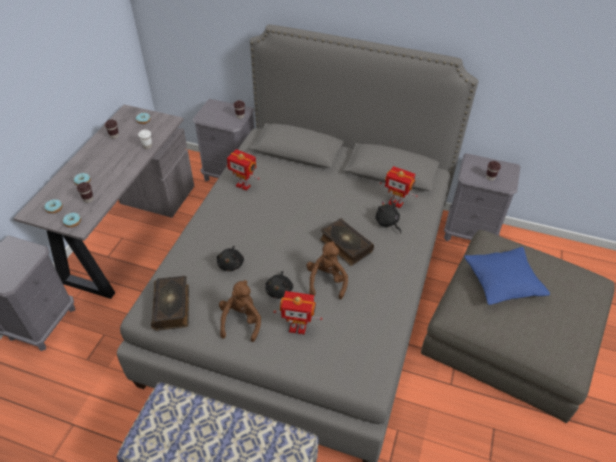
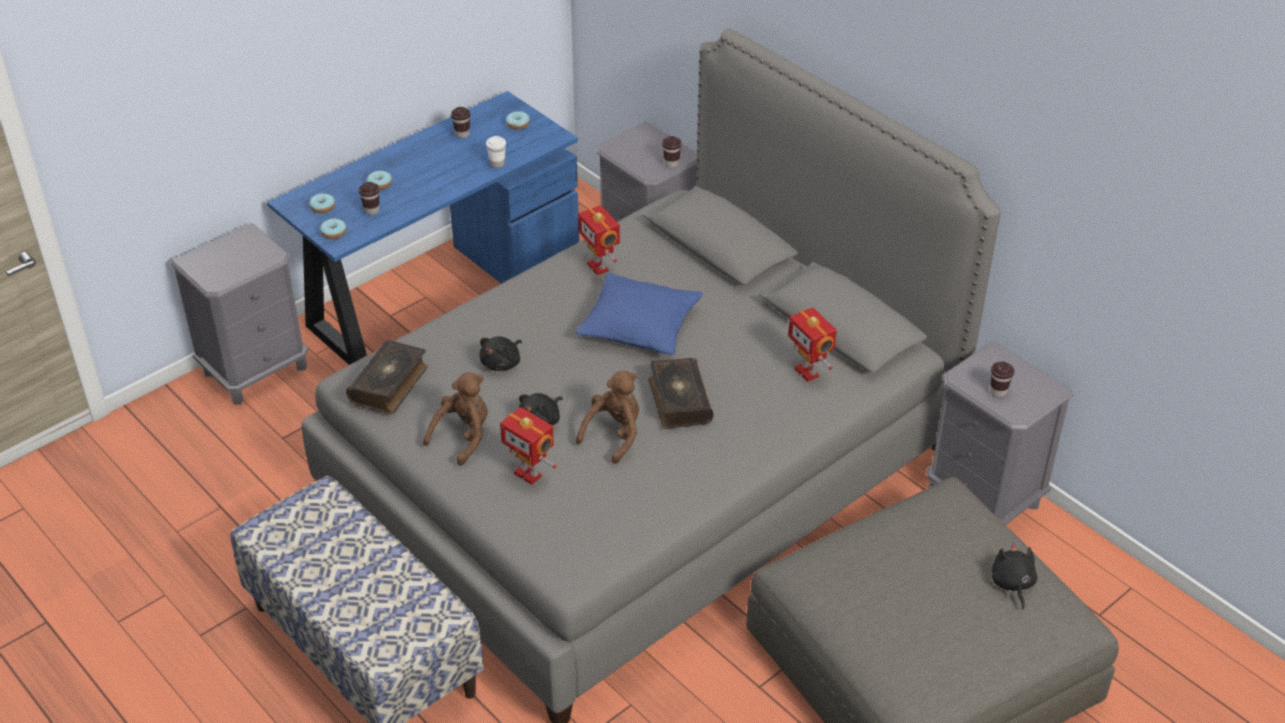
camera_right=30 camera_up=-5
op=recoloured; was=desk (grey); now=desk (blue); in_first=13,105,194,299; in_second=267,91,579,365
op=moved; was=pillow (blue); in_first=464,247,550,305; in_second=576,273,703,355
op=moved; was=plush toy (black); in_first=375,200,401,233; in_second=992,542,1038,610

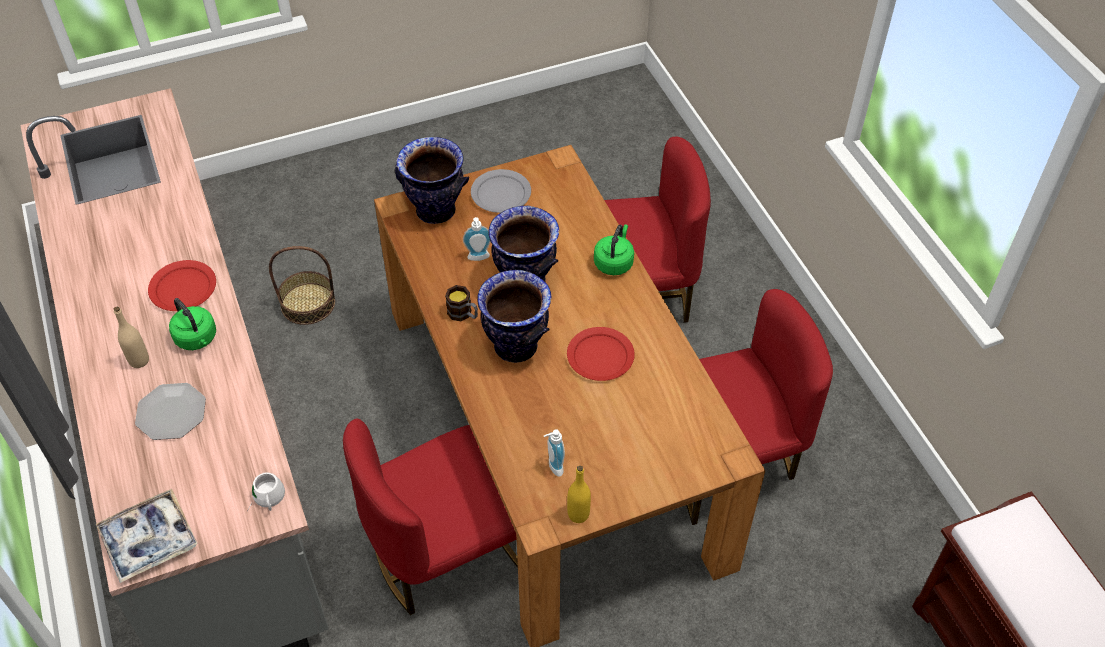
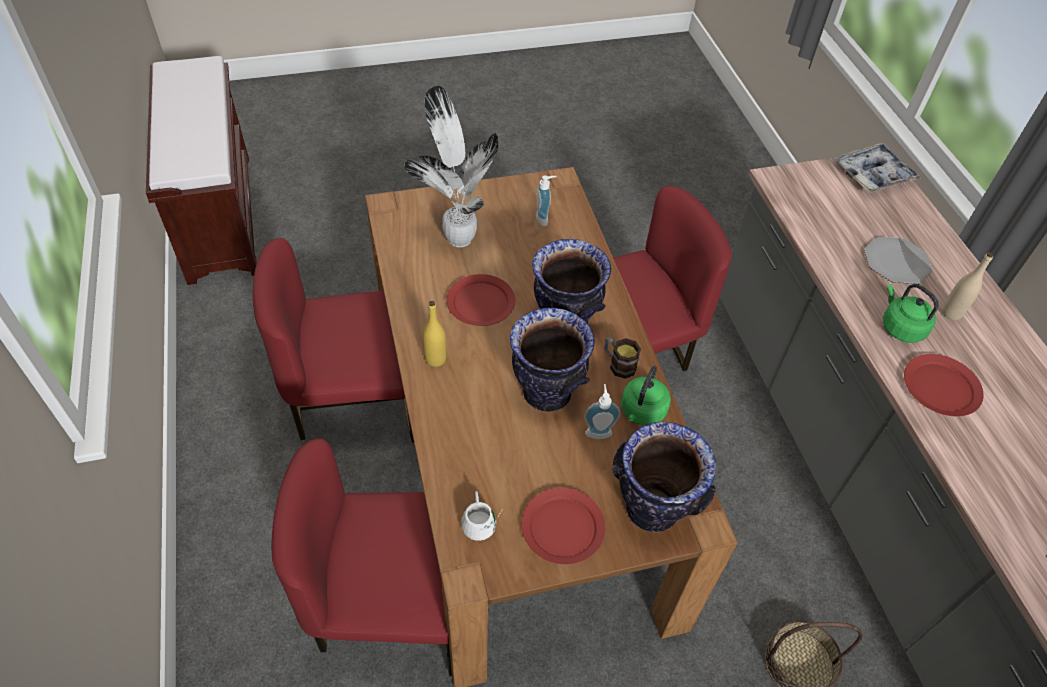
camera_right=-175 camera_up=0
op=added; now=potted plant; in_second=404,86,499,247
op=moved; was=bottle (yellow); in_first=567,466,591,523; in_second=423,301,447,367
op=moved; was=mug (white); in_first=247,472,285,511; in_second=461,491,500,541
op=recoloured; was=plate (grey); now=plate (red); in_first=471,169,531,213; in_second=522,488,605,565
op=moved; was=kettle (green); in_first=594,224,634,275; in_second=621,366,671,425

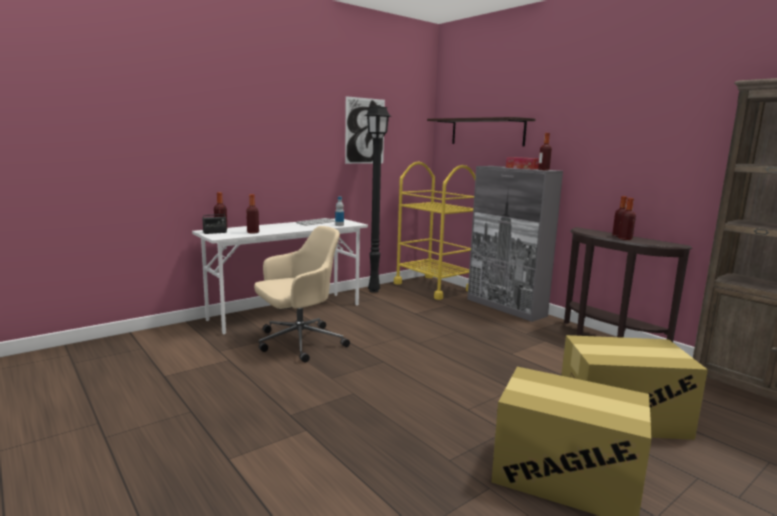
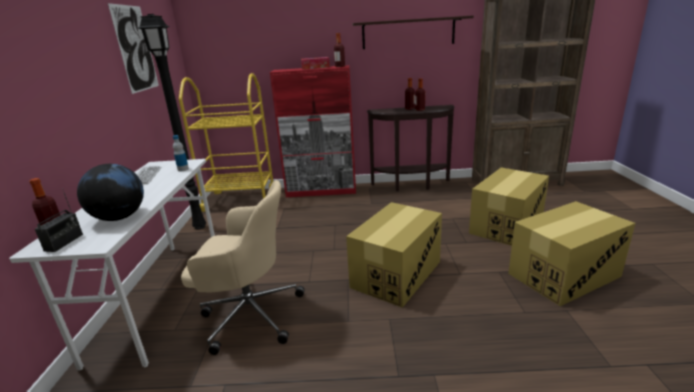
camera_right=-50 camera_up=10
op=replaced; was=bottle; now=globe; in_first=246,194,259,233; in_second=77,164,144,221
op=turned; was=office chair (beige); in_first=254,226,350,363; in_second=181,180,305,355; clockwise=90
op=recoloured; was=cabinet (grey); now=cabinet (red); in_first=467,166,563,322; in_second=270,65,356,197
op=added; now=cardboard box; in_second=346,202,442,308
op=moved; was=shelf; in_first=427,117,536,146; in_second=353,15,474,49

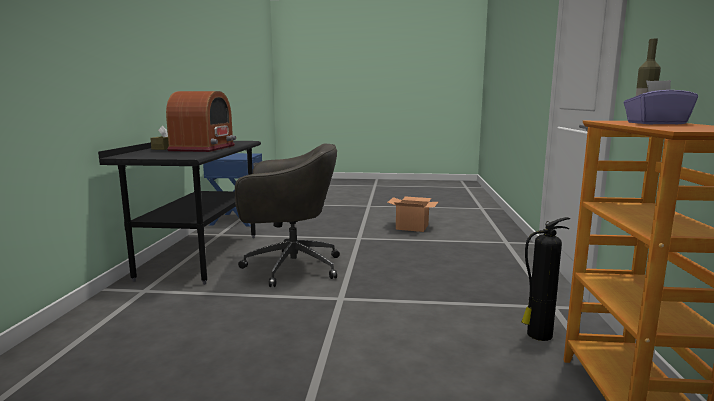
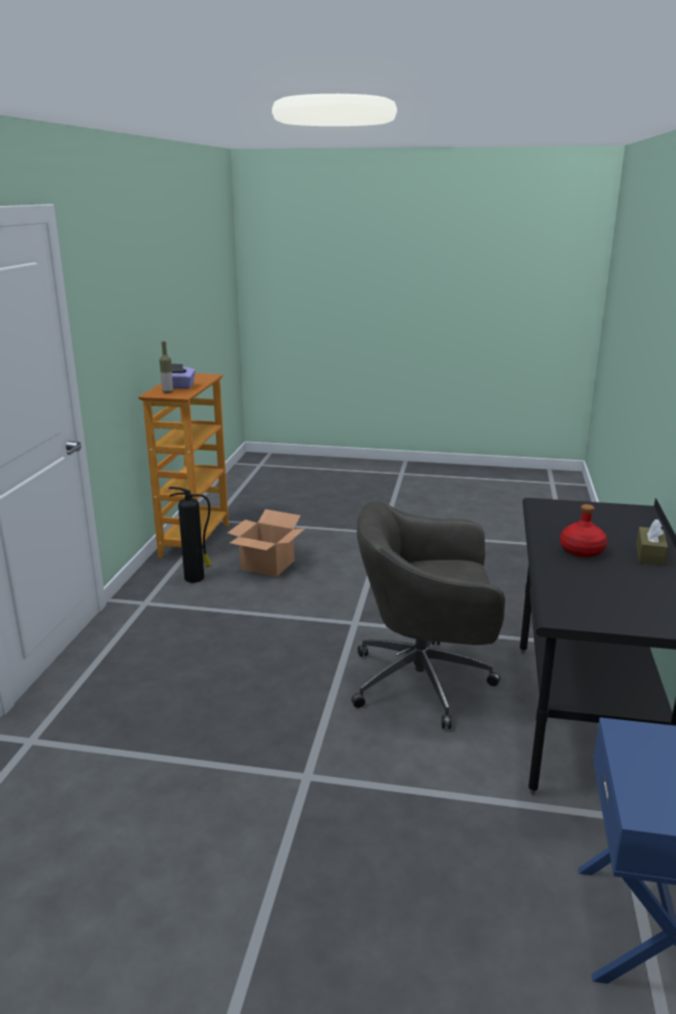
camera_right=-175 camera_up=10
op=moved; was=cardboard box; in_first=387,197,438,232; in_second=227,509,305,577
op=replaced; was=radio; now=bottle (red); in_first=166,91,236,152; in_second=560,504,607,557

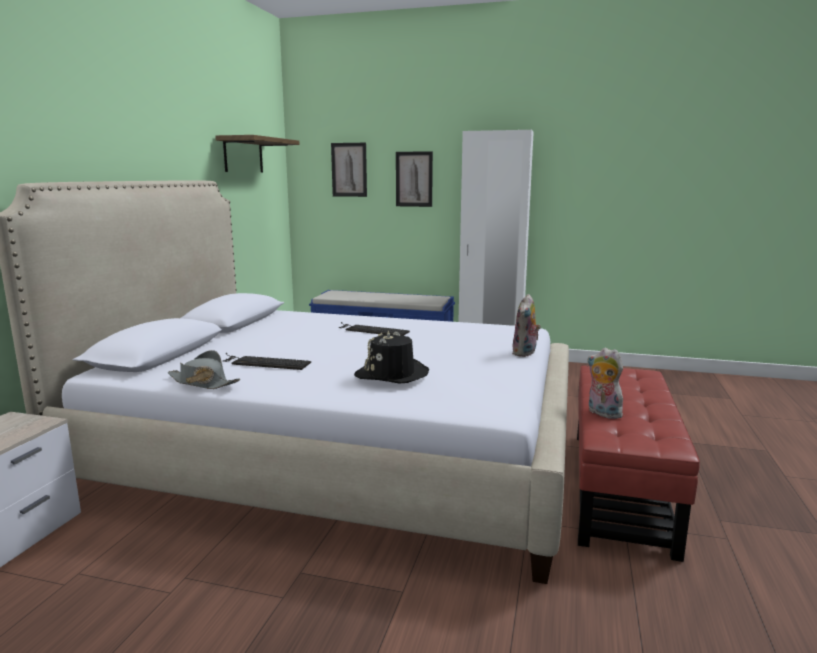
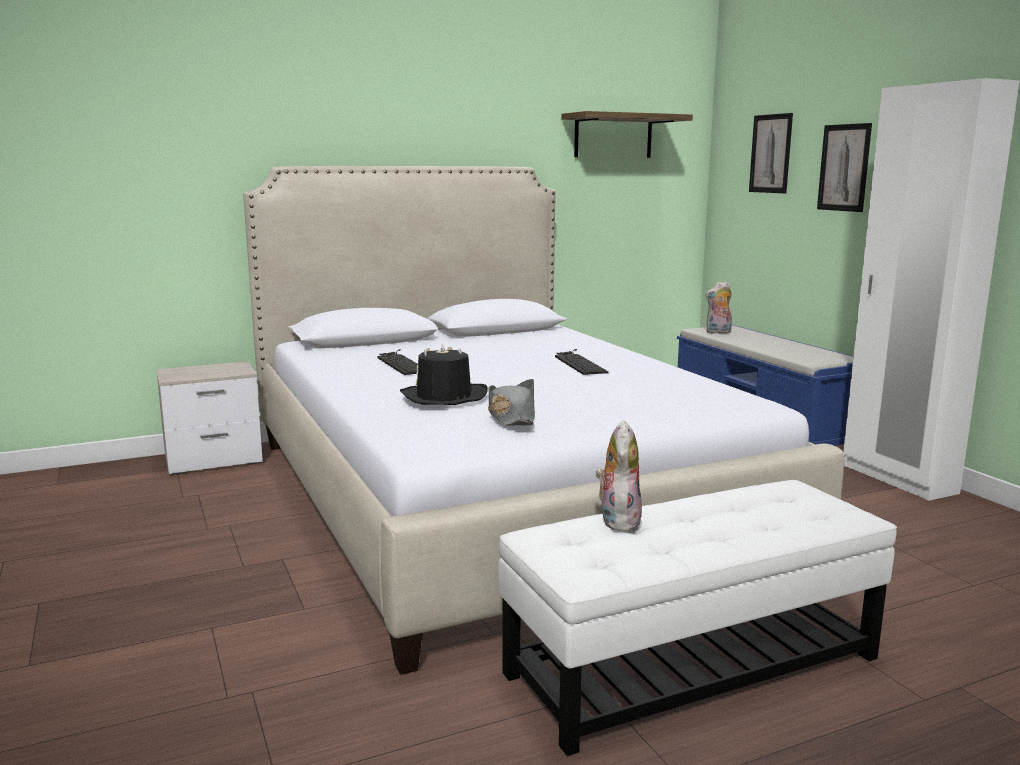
camera_right=50 camera_up=0
op=moved; was=hat (grey); in_first=168,350,240,389; in_second=488,379,535,426
op=recoloured; was=ottoman (red); now=ottoman (white); in_first=577,365,700,562; in_second=498,480,897,756
op=moved; was=plush toy; in_first=512,294,541,357; in_second=705,281,732,334

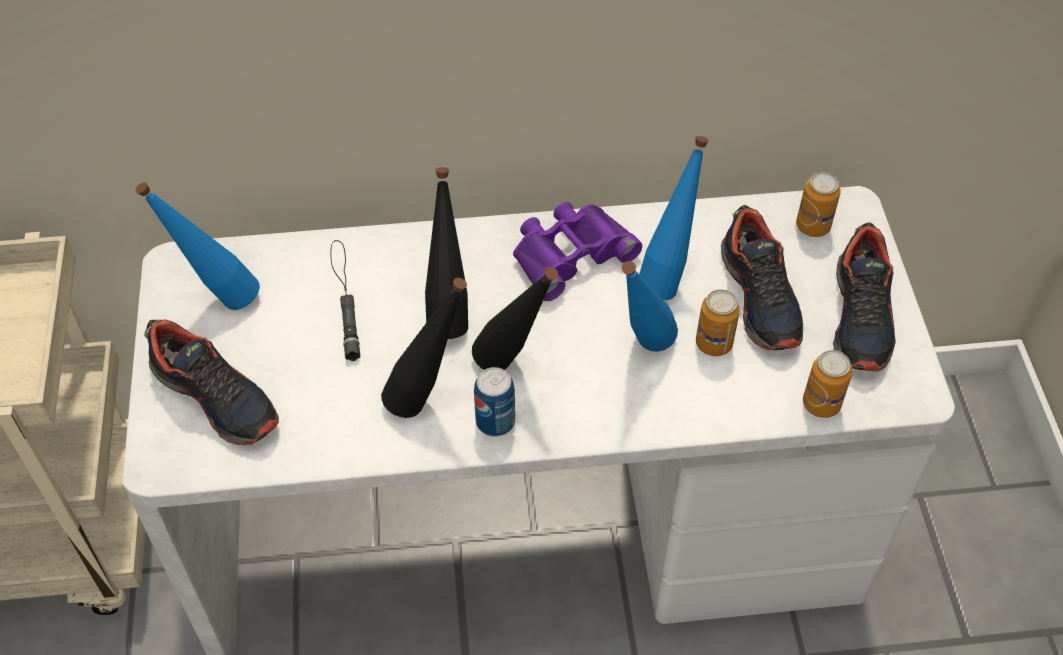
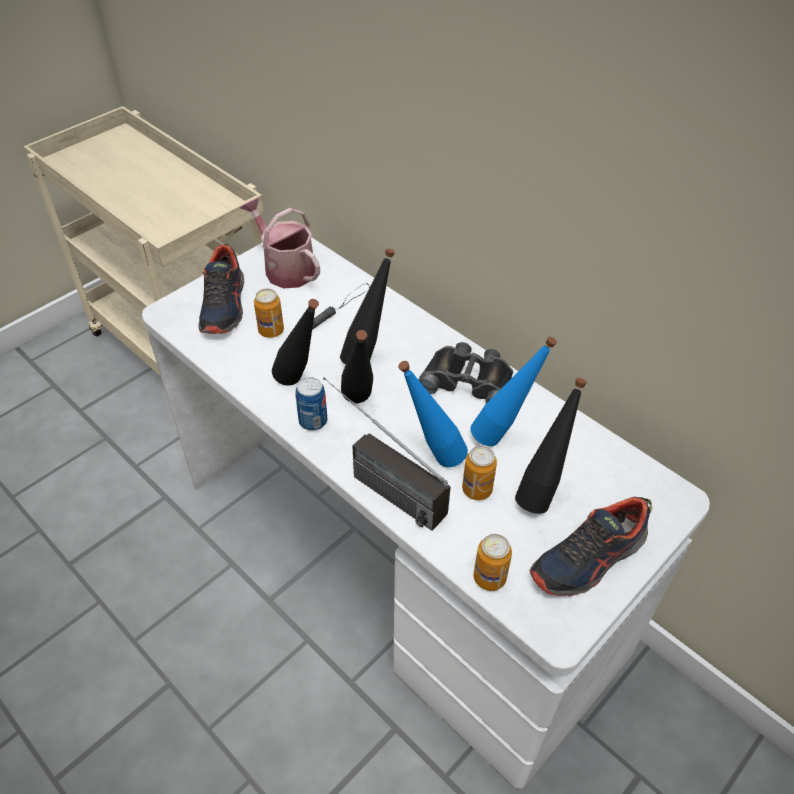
camera_right=50 camera_up=-5
op=replaced; was=bottle (blue); now=watering can; in_first=136,182,260,310; in_second=240,198,320,288
op=moved; was=can; in_first=796,172,841,237; in_second=254,289,284,338
op=added; now=radio; in_second=323,377,451,531
op=recoloured; was=binoculars (purple); now=binoculars (black); in_first=513,202,642,301; in_second=418,342,513,403
op=replaced; was=shoe; now=bottle (black); in_first=721,205,803,350; in_second=515,378,587,514

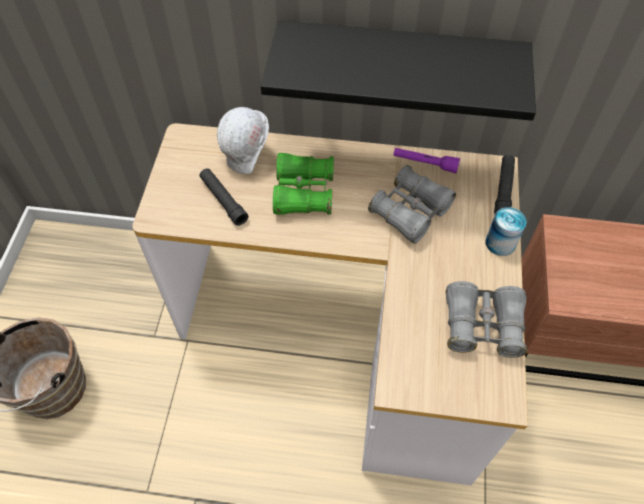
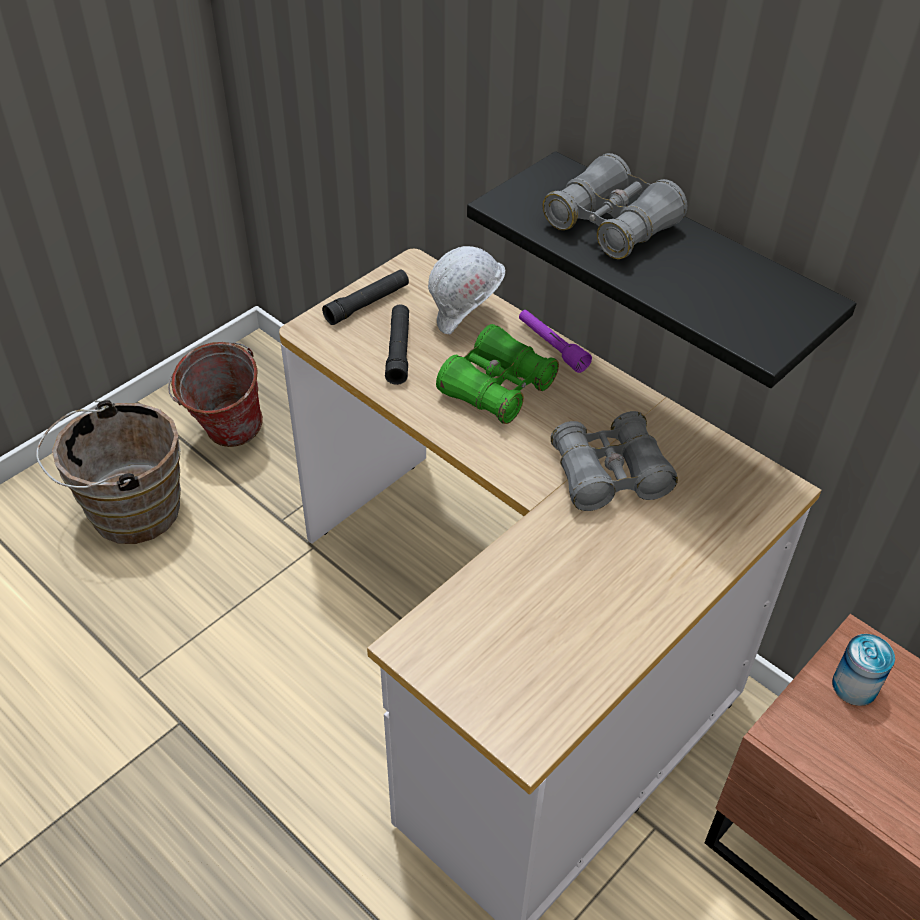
camera_right=35 camera_up=-10
op=added; now=bucket; in_second=168,342,263,447
op=moved; was=flashlight (black); in_first=494,155,515,214; in_second=322,269,409,325
op=moved; was=flashlight (purple); in_first=393,148,460,173; in_second=519,310,592,373
op=moved; was=binoculars (grey); in_first=445,281,527,358; in_second=543,153,687,259
op=moved; was=can; in_first=485,207,527,256; in_second=832,634,895,706

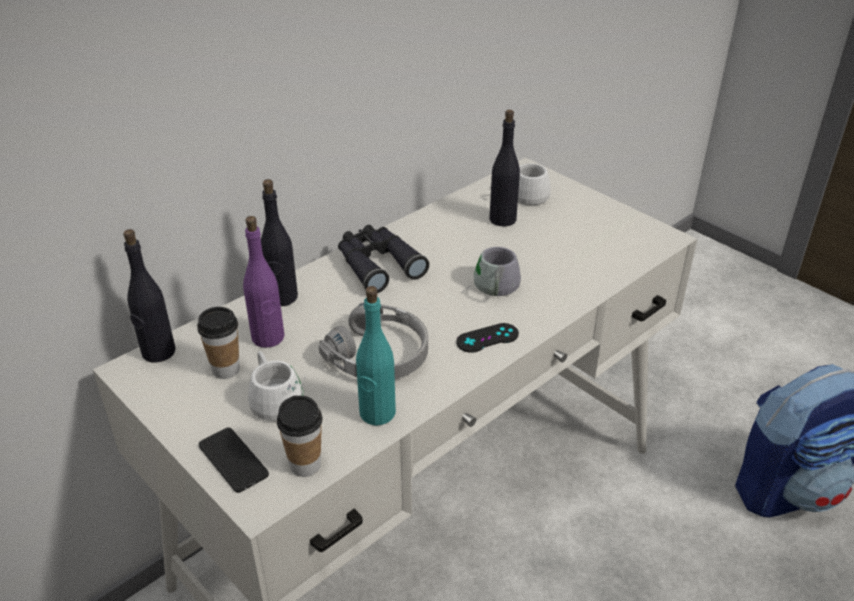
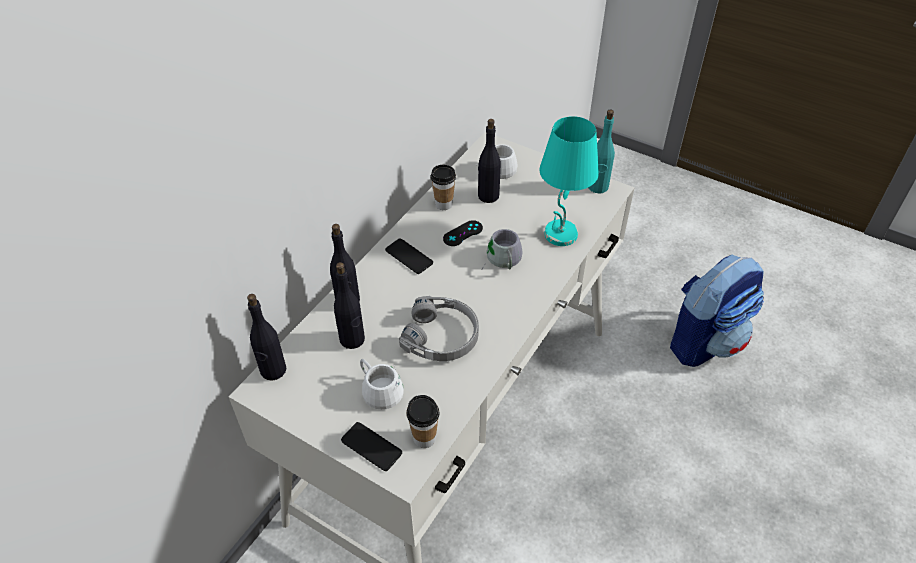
camera_right=-15 camera_up=10
op=recoloured; was=bottle (purple); now=bottle (black); in_first=243,216,285,348; in_second=334,262,365,349
op=replaced; was=binoculars (black); now=phone; in_first=338,225,429,293; in_second=385,238,433,274
op=moved; was=cup; in_first=197,307,240,379; in_second=431,165,456,210
op=moved; was=game controller (black); in_first=456,323,519,353; in_second=443,220,483,246
op=added; now=table lamp (turquoise); in_second=539,116,599,246
op=moved; was=bottle (turquoise); in_first=356,286,396,426; in_second=588,110,615,193

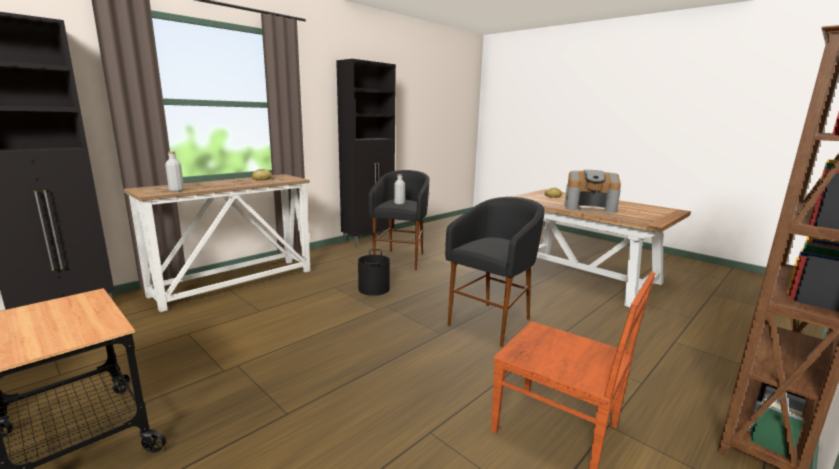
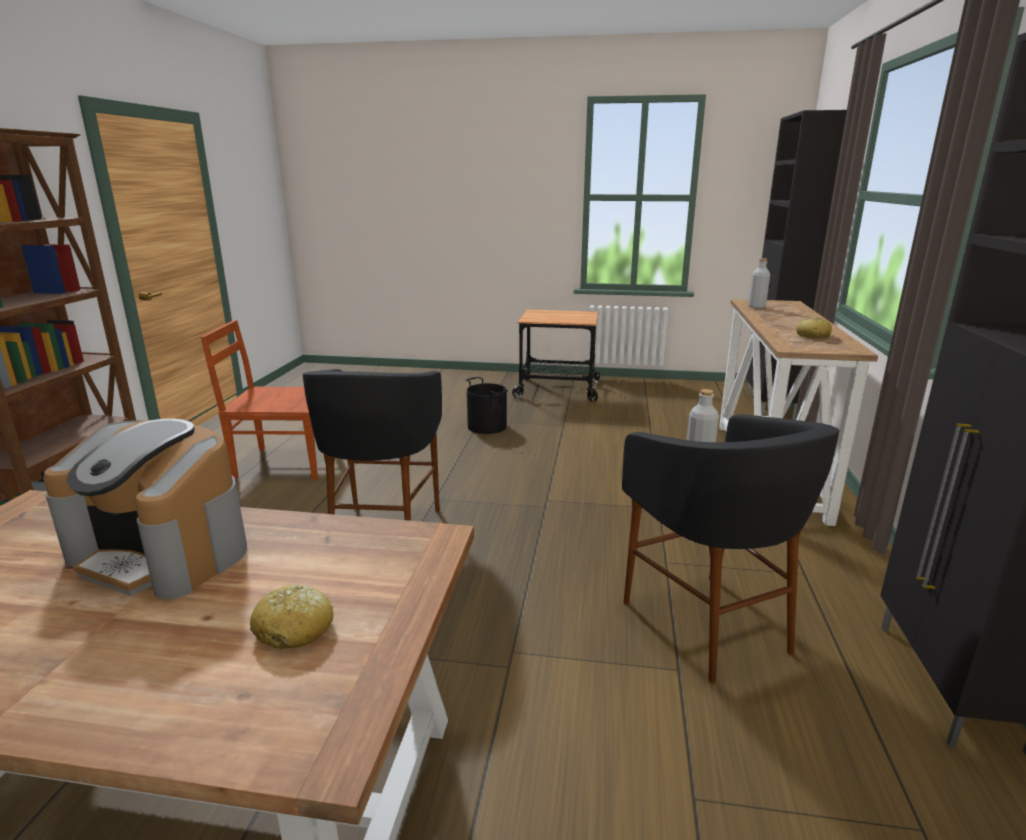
camera_right=145 camera_up=5
op=turned; was=coffee machine; in_first=564,170,621,213; in_second=43,419,247,599; clockwise=-135
op=moved; was=bucket (black); in_first=358,249,390,296; in_second=466,377,508,434

